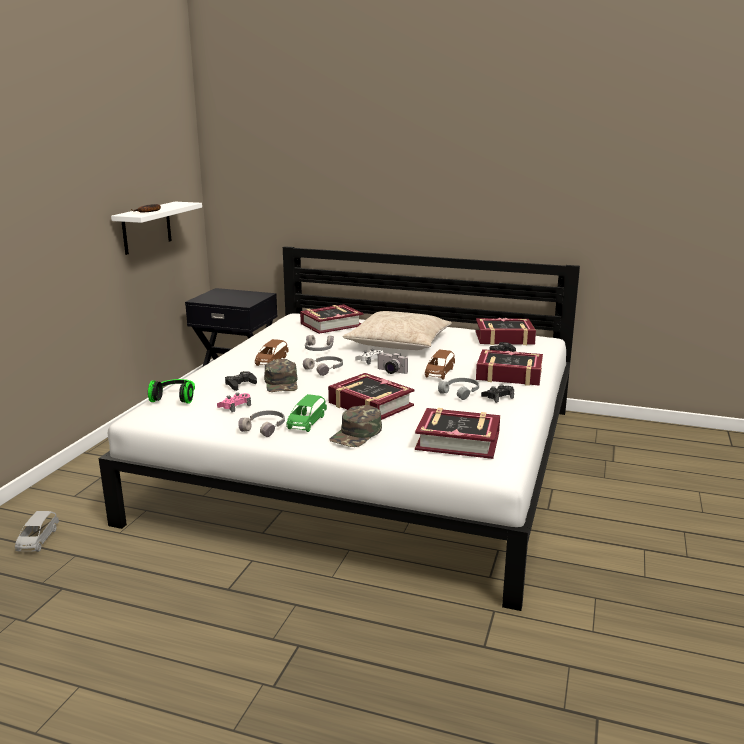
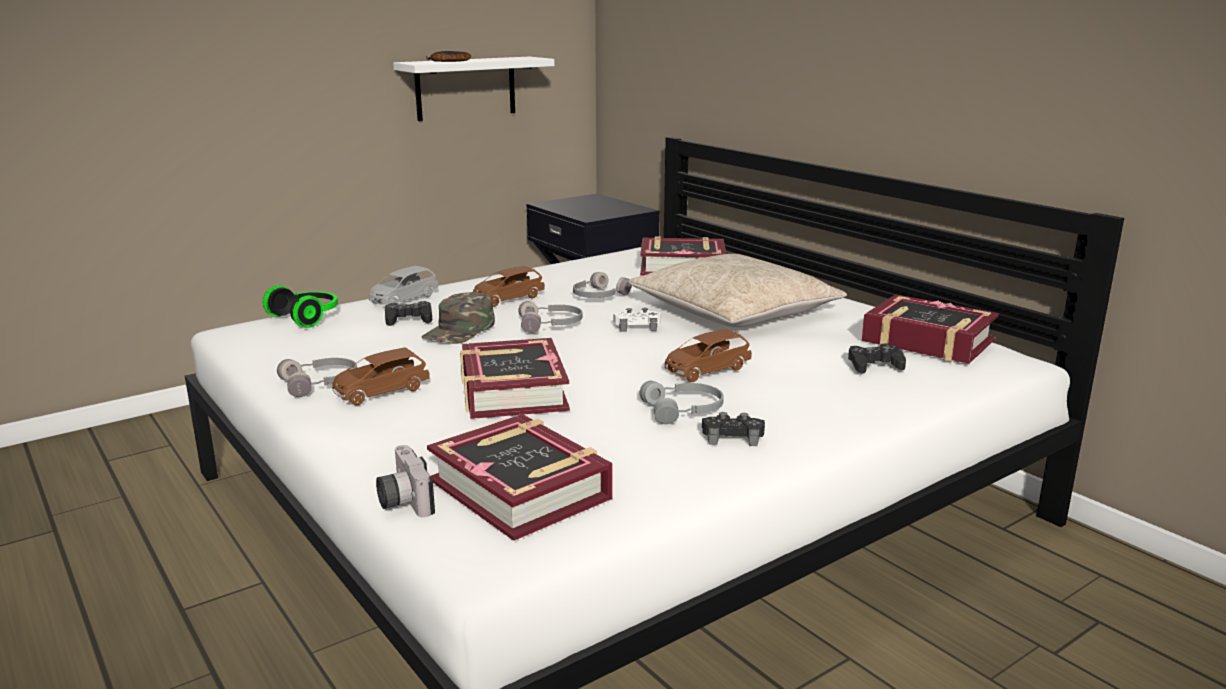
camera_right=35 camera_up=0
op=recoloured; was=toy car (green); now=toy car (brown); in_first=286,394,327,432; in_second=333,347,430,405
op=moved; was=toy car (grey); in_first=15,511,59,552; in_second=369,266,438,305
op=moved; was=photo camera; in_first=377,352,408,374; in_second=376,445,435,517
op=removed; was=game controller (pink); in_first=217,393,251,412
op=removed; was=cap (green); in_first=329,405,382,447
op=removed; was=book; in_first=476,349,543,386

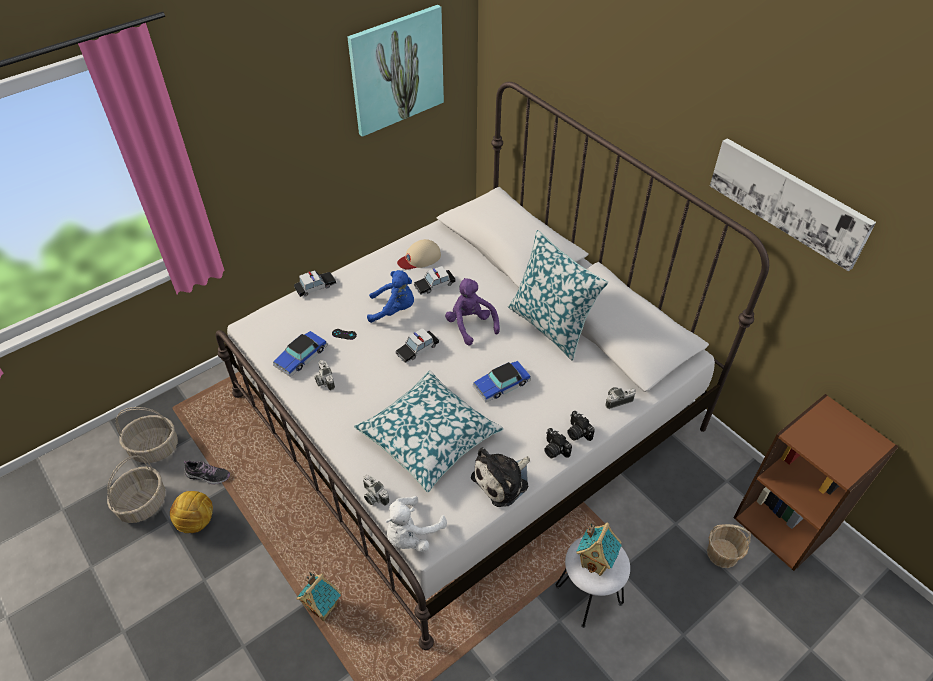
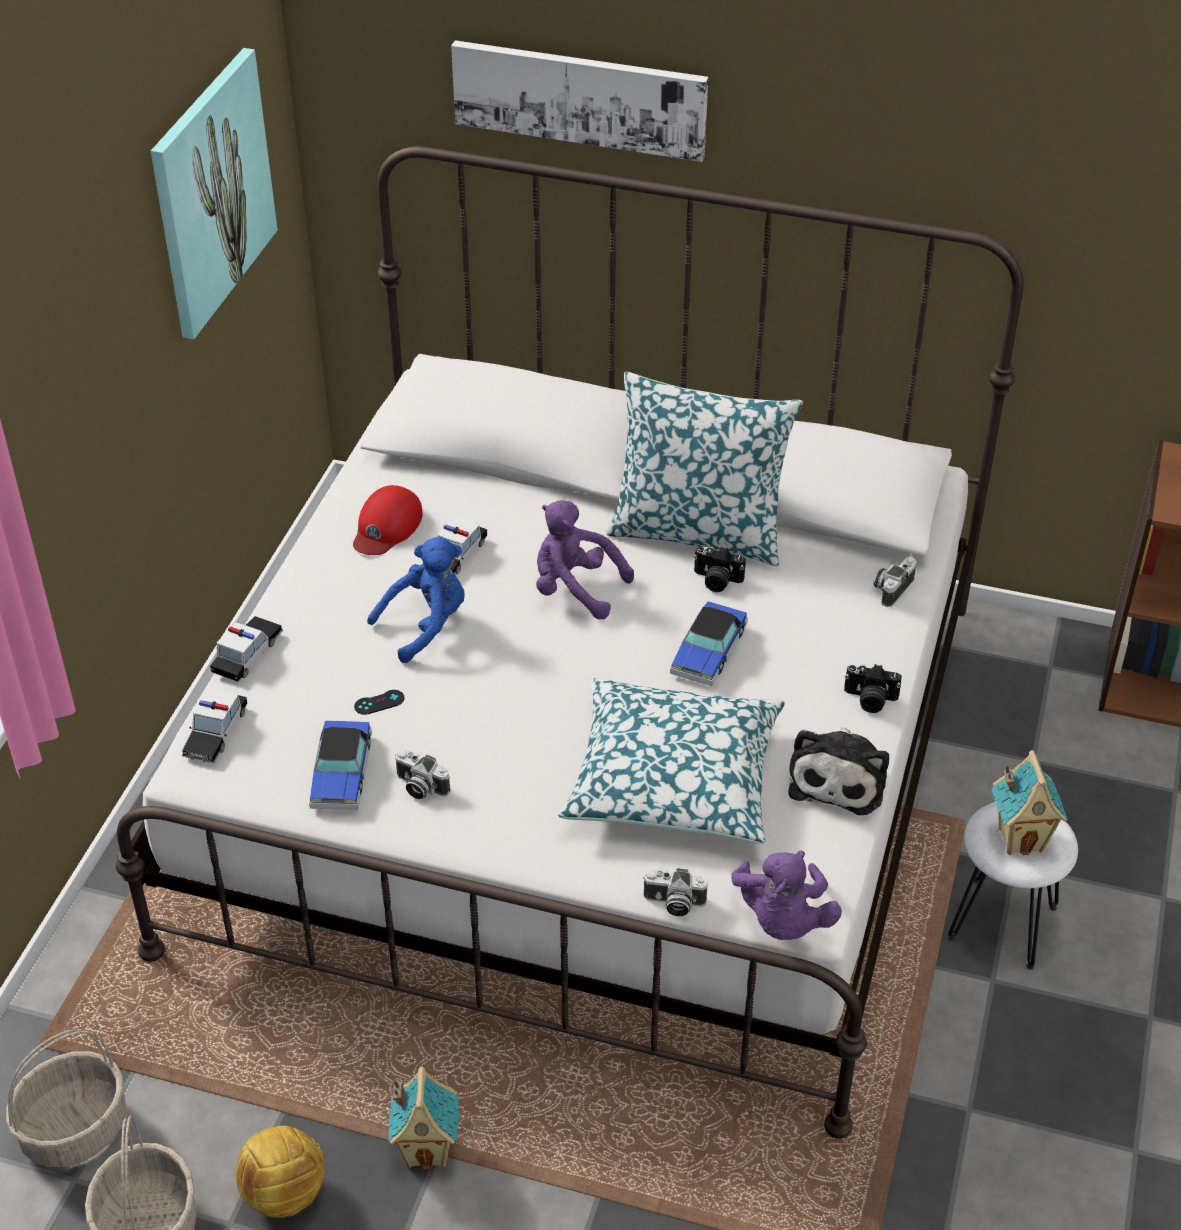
camera_right=-35 camera_up=-5
op=moved; was=toy car; in_first=396,328,439,363; in_second=182,689,247,763
op=recoloured; was=cap (beige); now=cap (red); in_first=397,239,441,270; in_second=353,485,423,555
op=moved; was=toy house; in_first=296,572,341,621; in_second=388,1067,459,1169
op=moved; was=picture; in_first=710,138,876,271; in_second=451,40,708,162
op=moved; was=photo camera; in_first=567,411,595,441; in_second=693,547,746,592
op=recoloured; was=plush toy (white); now=plush toy (purple); in_first=385,496,447,553; in_second=731,850,842,940
op=removed; was=shoe; in_first=184,461,230,484
op=removed; was=basket; in_first=707,524,751,568

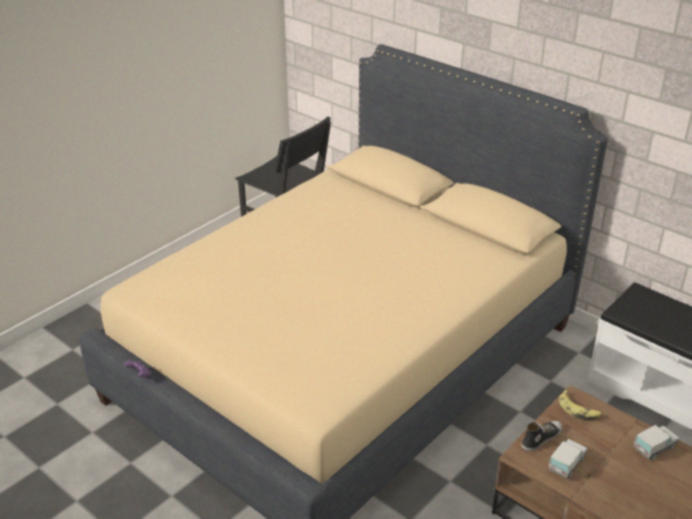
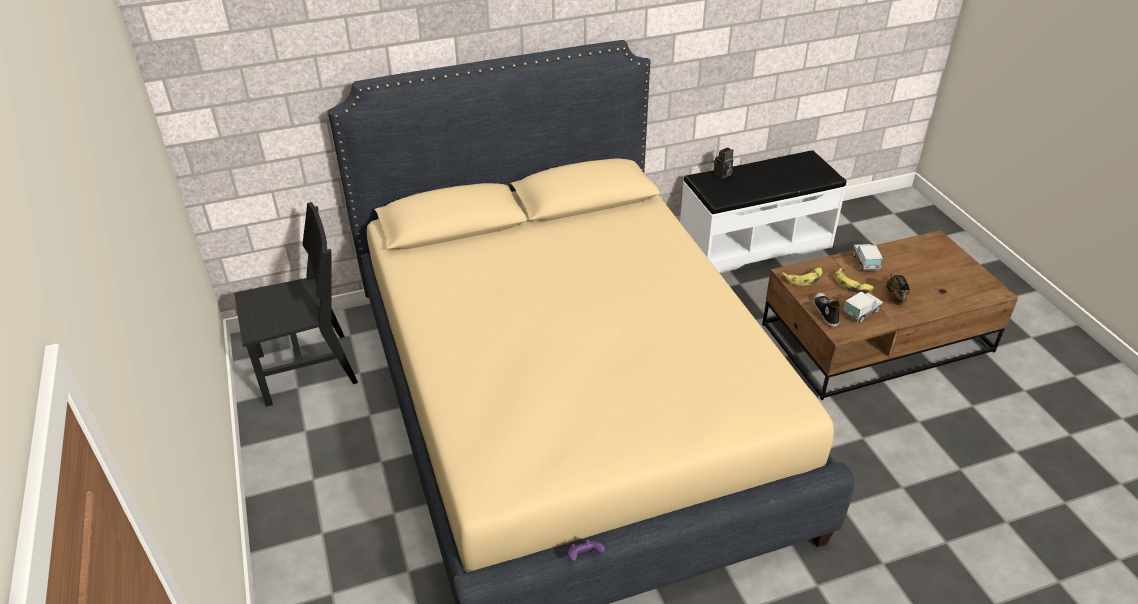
camera_right=-60 camera_up=5
op=added; now=photo camera; in_second=714,147,733,179
op=added; now=banana; in_second=835,268,874,293
op=turned; was=toy truck; in_first=548,439,587,479; in_second=843,292,883,323; clockwise=75
op=added; now=shoe (brown); in_second=886,273,910,305

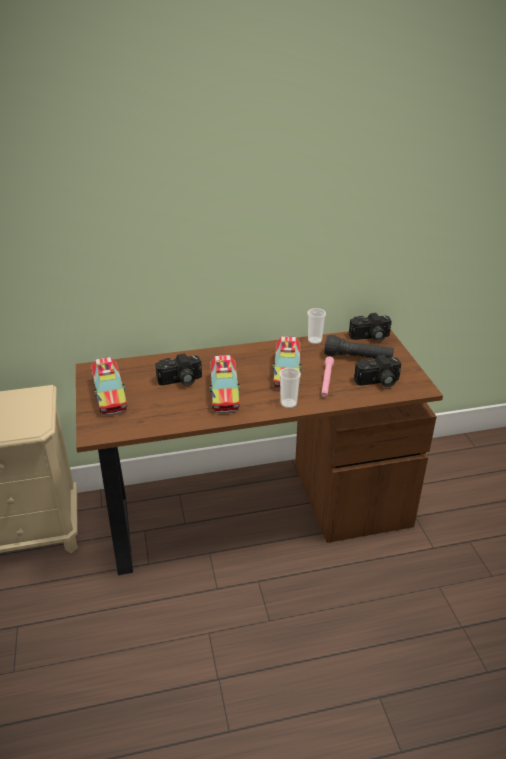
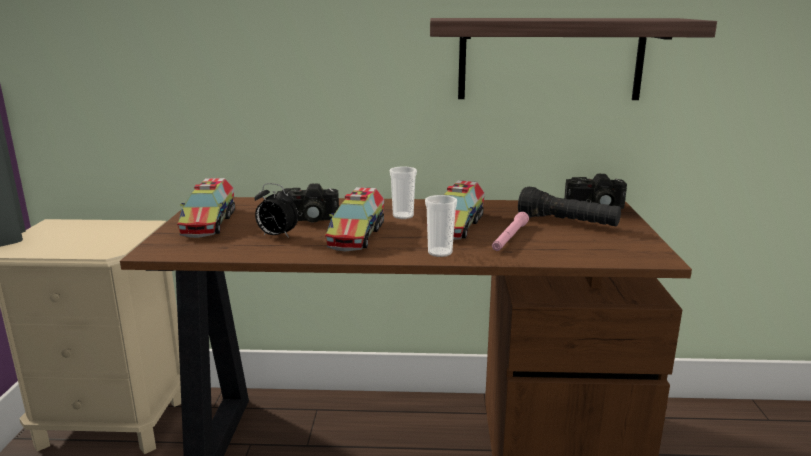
camera_right=15 camera_up=-15
op=added; now=alarm clock; in_second=254,183,298,238
op=moved; was=cup; in_first=307,308,326,344; in_second=390,167,417,219
op=added; now=shelf; in_second=430,18,717,100
op=removed; was=photo camera; in_first=354,355,401,387

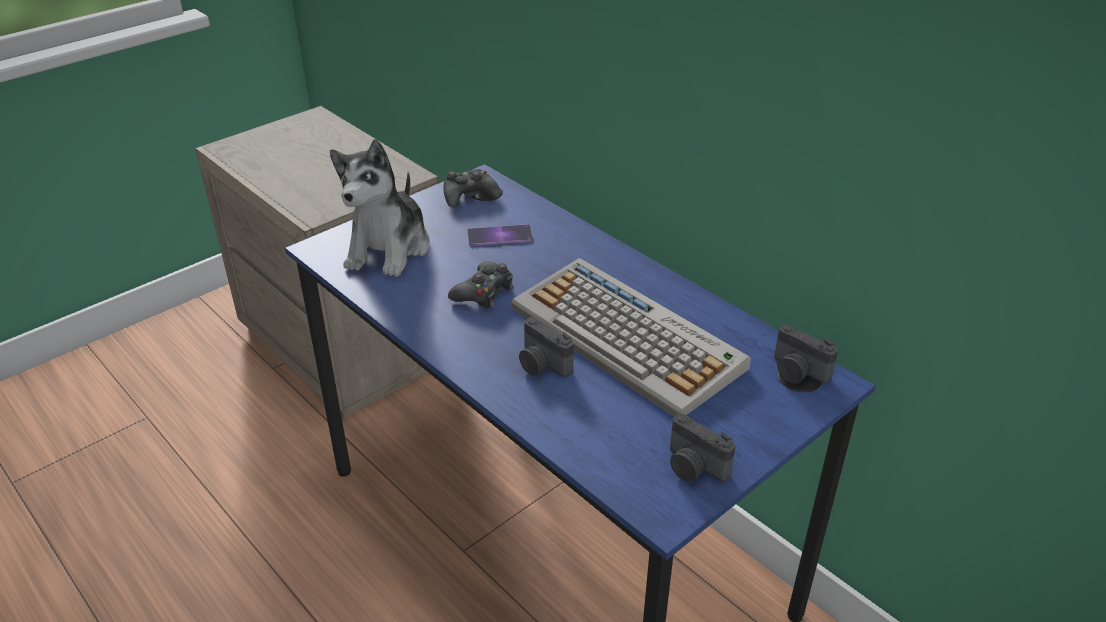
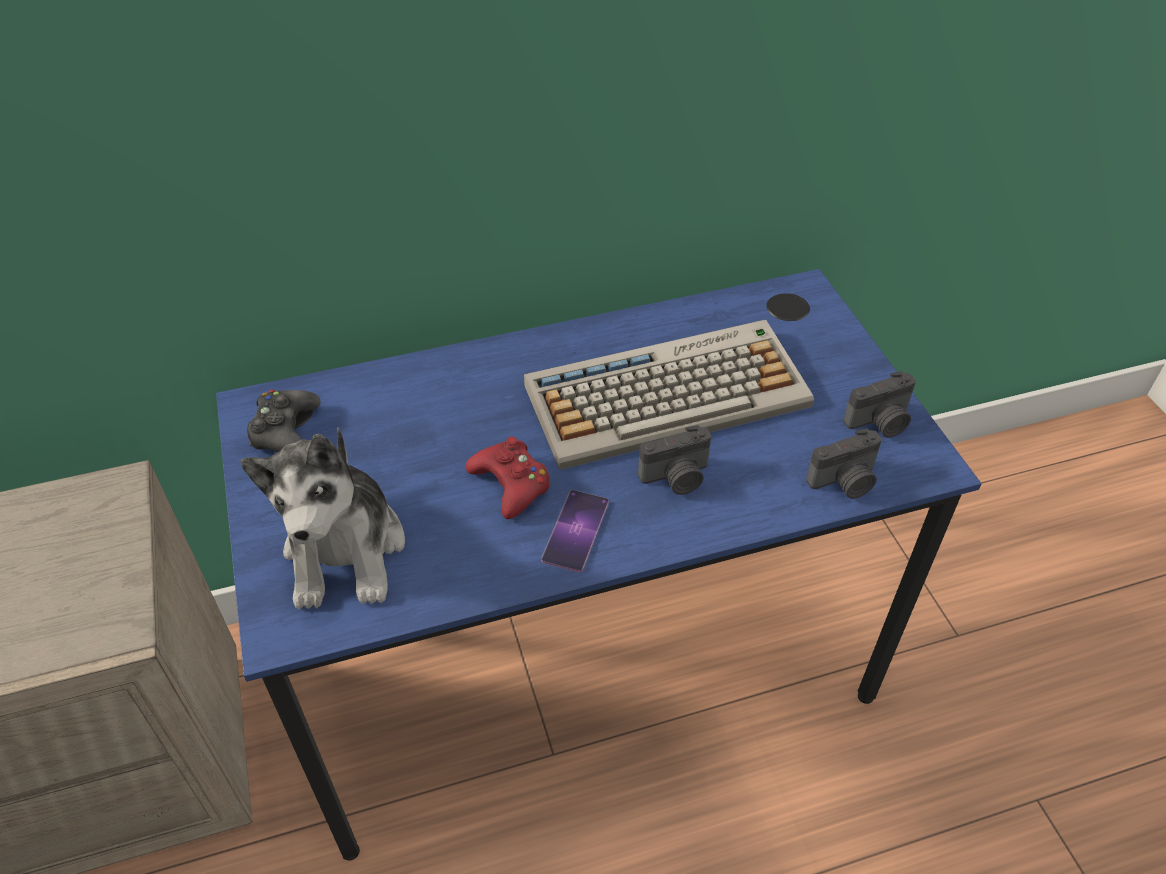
camera_right=-65 camera_up=10
op=turned; was=plush toy; in_first=330,139,430,277; in_second=240,427,405,610; clockwise=45
op=recoloured; was=game controller (black); now=game controller (red); in_first=448,261,514,308; in_second=466,436,551,519
op=moved; was=phone; in_first=467,224,533,246; in_second=541,490,609,573
op=moved; was=photo camera; in_first=774,324,838,384; in_second=806,428,882,499

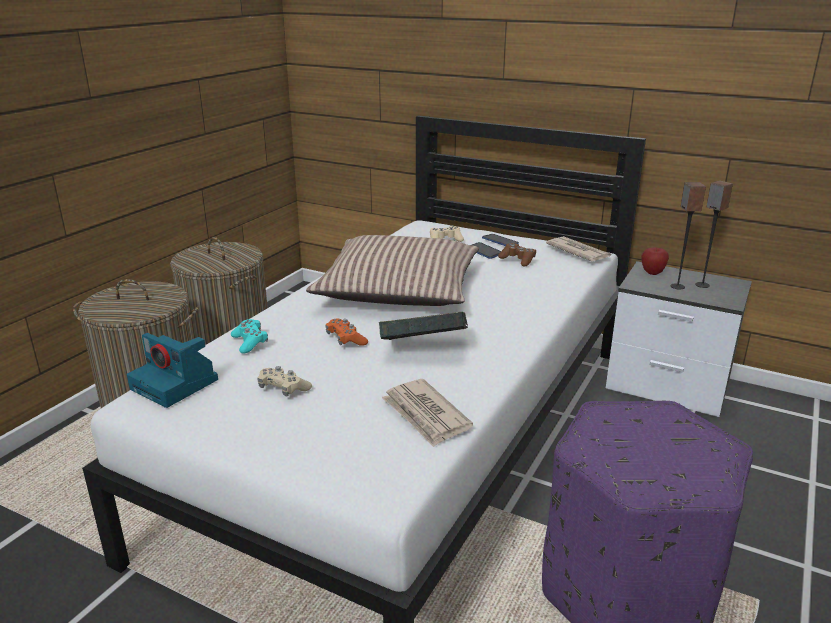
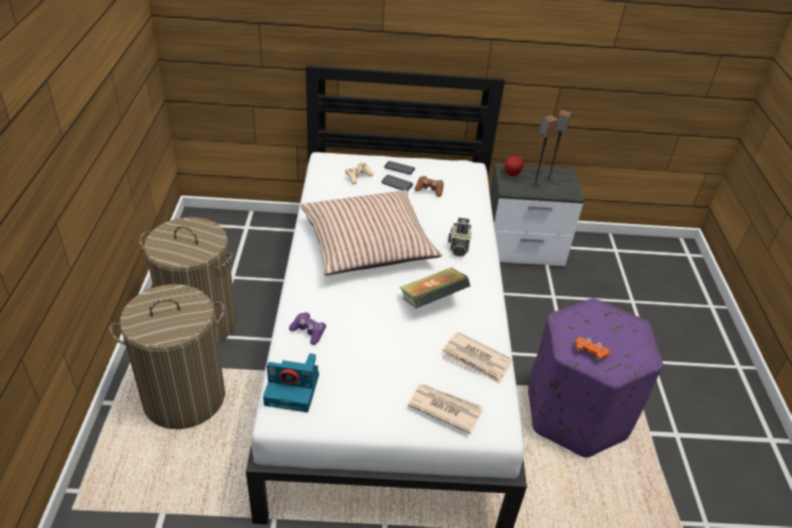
camera_right=-30 camera_up=15
op=recoloured; was=game controller (turquoise); now=game controller (purple); in_first=231,319,268,354; in_second=289,312,326,345
op=moved; was=newspaper; in_first=546,236,611,261; in_second=408,384,483,434
op=added; now=photo camera; in_second=448,218,472,257
op=moved; was=game controller (orange); in_first=325,319,368,346; in_second=575,337,611,362
op=removed; was=game controller (beige); in_first=257,366,312,396

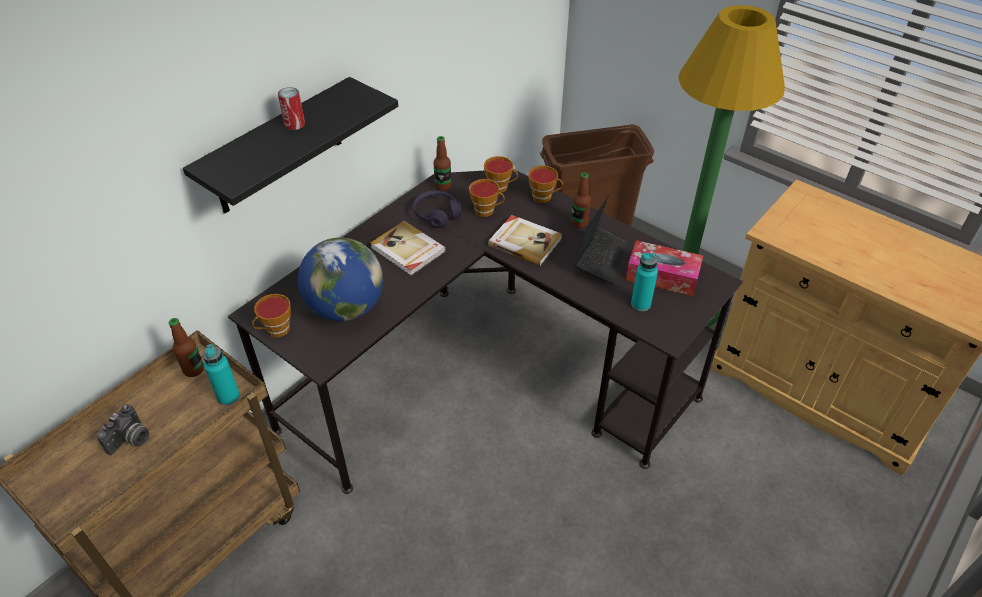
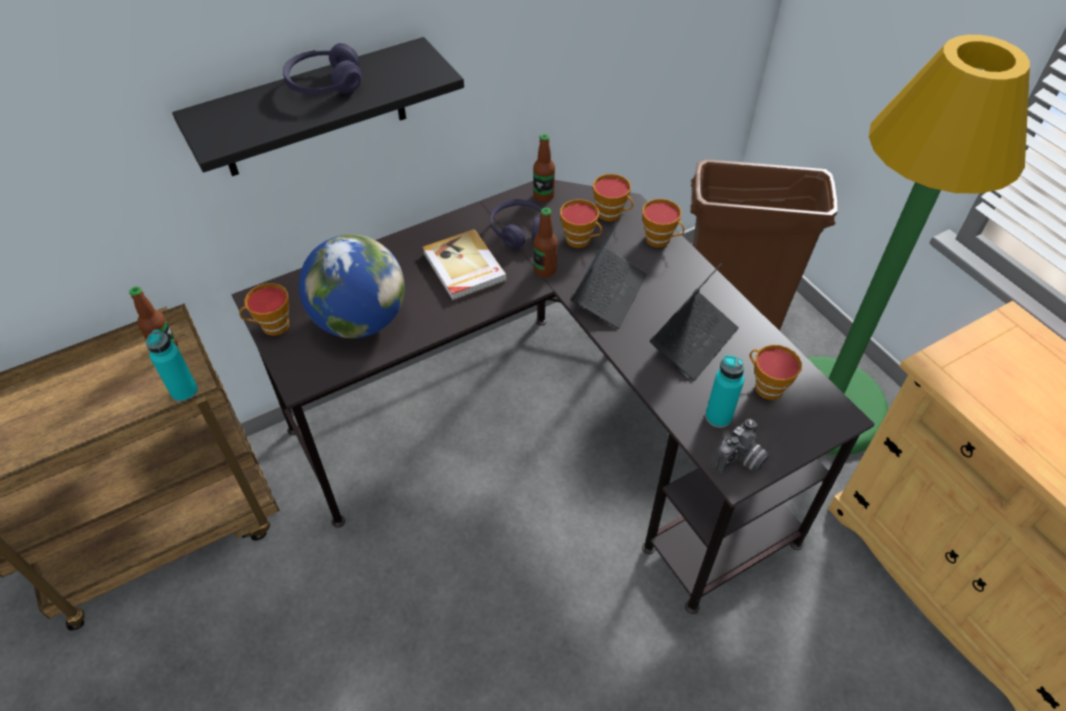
camera_right=20 camera_up=5
op=replaced; was=can; now=headphones (purple); in_first=278,87,305,130; in_second=283,43,362,94
op=moved; was=bottle; in_first=571,173,591,228; in_second=534,208,557,277
op=replaced; was=book; now=laptop; in_first=488,215,562,266; in_second=571,213,647,329
op=moved; was=photo camera; in_first=97,404,149,455; in_second=714,419,769,473
op=replaced; was=tissue box; now=cup; in_first=626,240,703,296; in_second=749,345,802,400

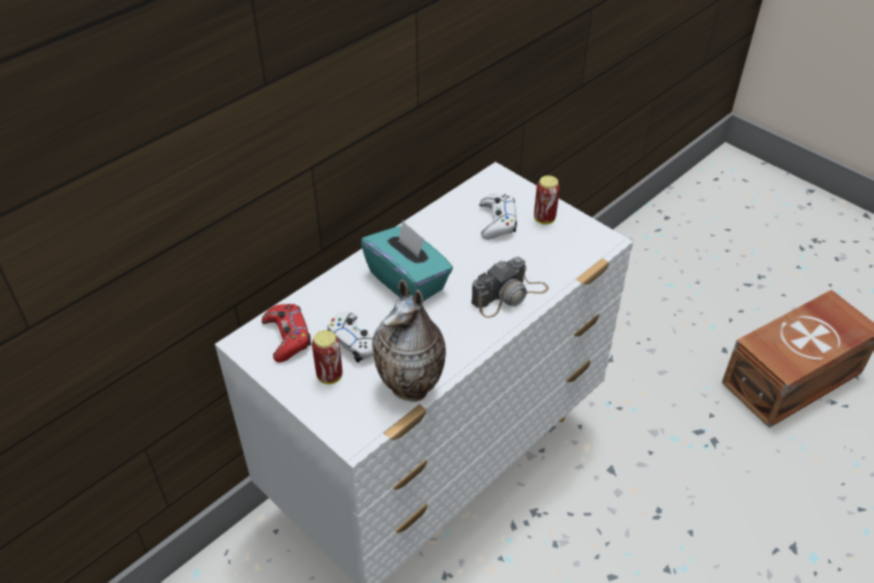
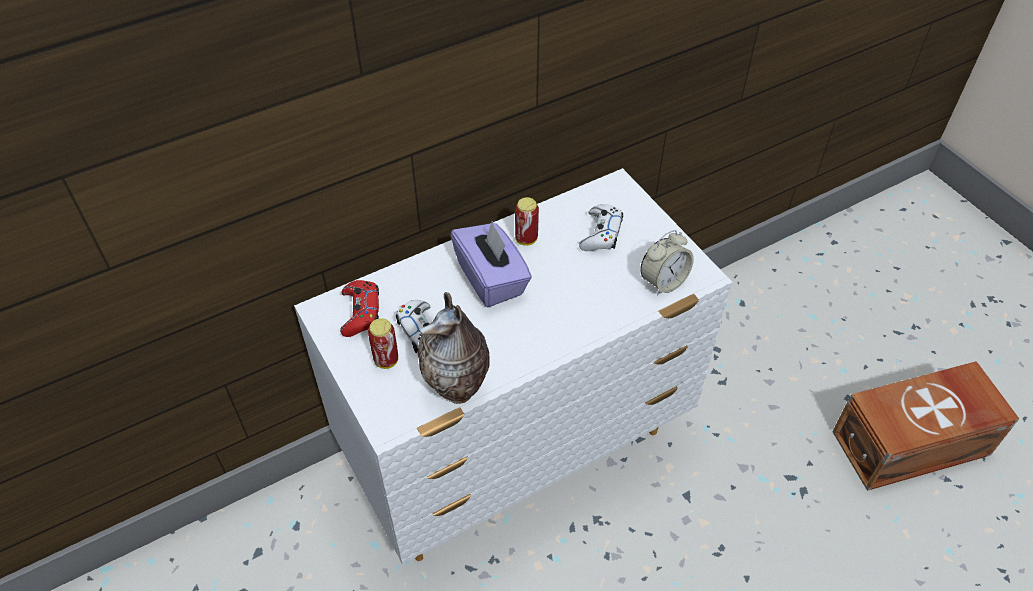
camera_right=15 camera_up=5
op=recoloured; was=tissue box (turquoise); now=tissue box (purple); in_first=361,220,453,301; in_second=450,221,532,307
op=moved; was=can; in_first=534,175,560,224; in_second=515,197,539,246
op=added; now=alarm clock; in_second=640,230,694,296
op=removed; was=photo camera; in_first=471,257,549,318

